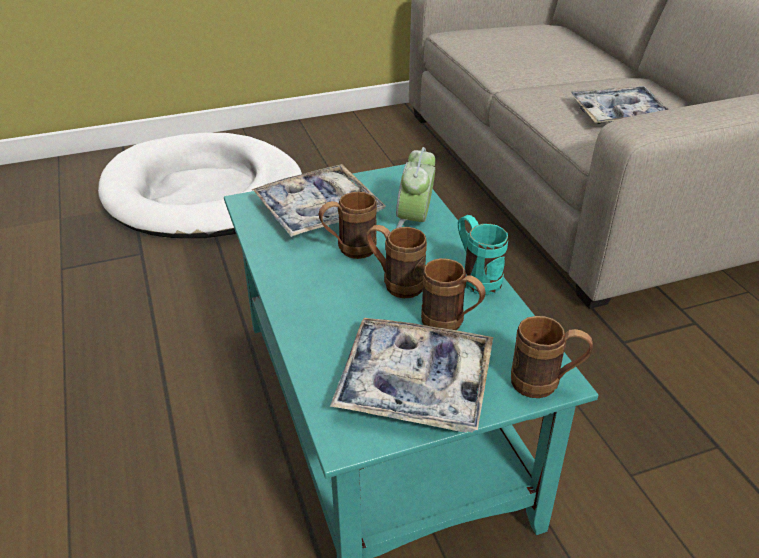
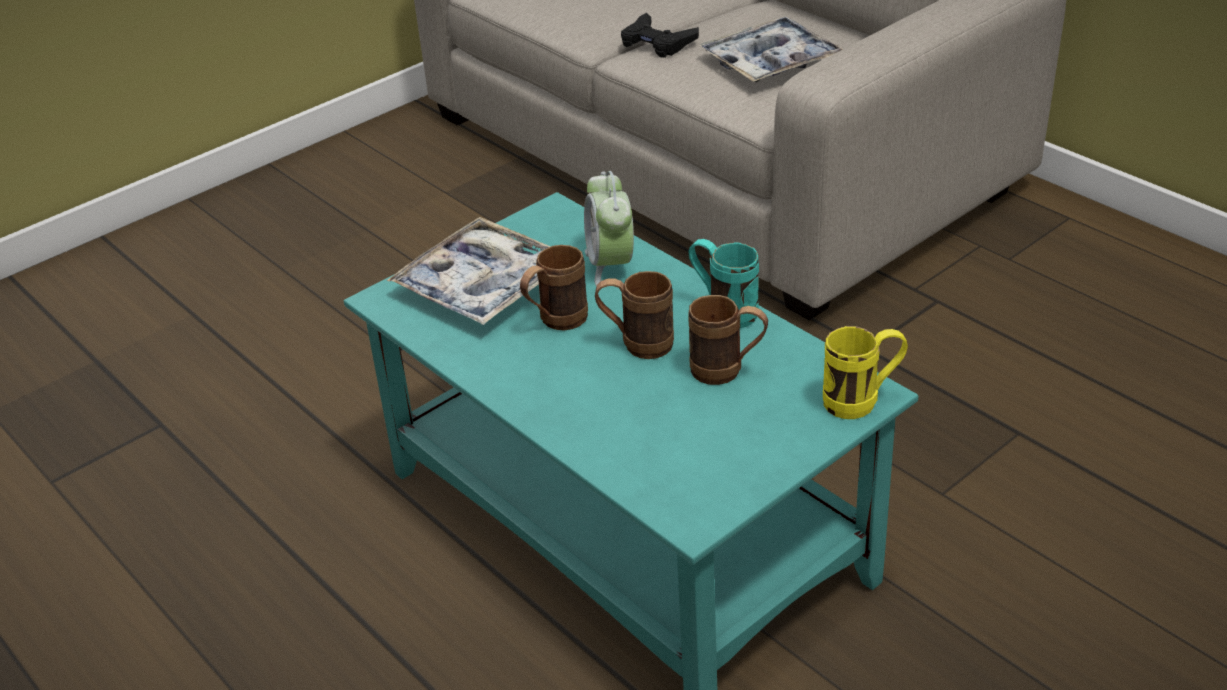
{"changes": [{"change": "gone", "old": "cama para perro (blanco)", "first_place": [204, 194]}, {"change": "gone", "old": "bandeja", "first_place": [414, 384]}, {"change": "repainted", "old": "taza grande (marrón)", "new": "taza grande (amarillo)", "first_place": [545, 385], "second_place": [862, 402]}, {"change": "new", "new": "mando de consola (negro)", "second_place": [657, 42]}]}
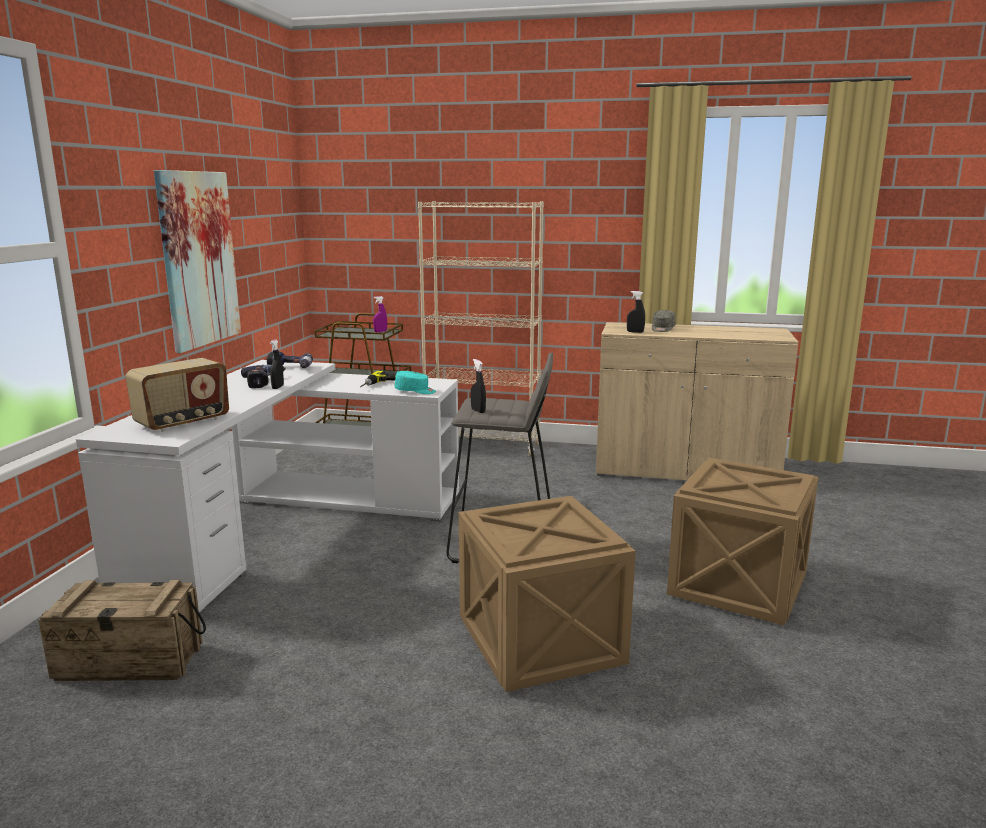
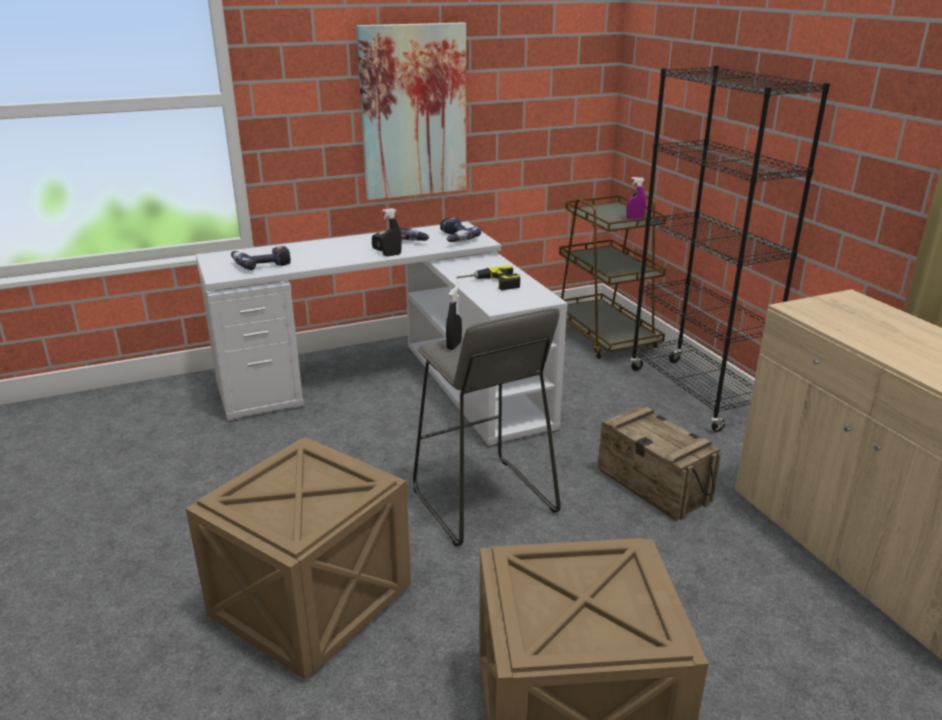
{"changes": [{"change": "shifted", "old": "caja de embalaje", "first_place": [130, 661], "second_place": [654, 485]}, {"change": "swapped", "old": "radio", "new": "taladro", "first_place": [183, 422], "second_place": [261, 264]}, {"change": "gone", "old": "gorra (turquesa)", "first_place": [415, 391]}, {"change": "repainted", "old": "estantería (beis)", "new": "estantería (negro)", "first_place": [483, 447], "second_place": [694, 394]}, {"change": "gone", "old": "pulverizador (negro)", "first_place": [635, 332]}, {"change": "gone", "old": "gorra (gris)", "first_place": [662, 329]}]}
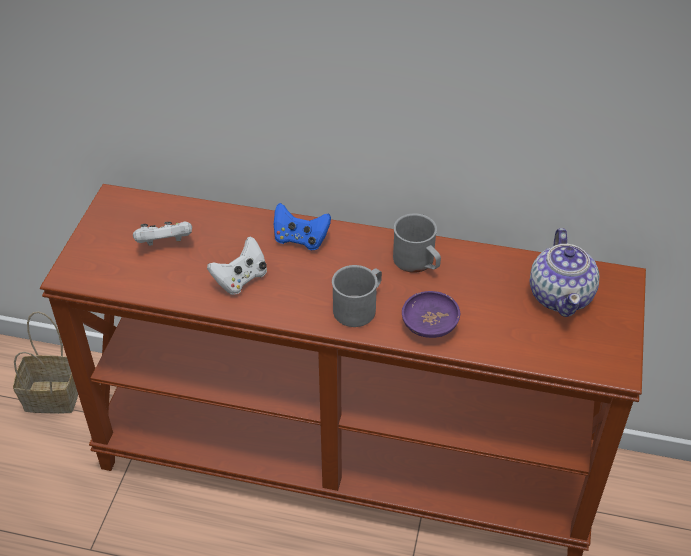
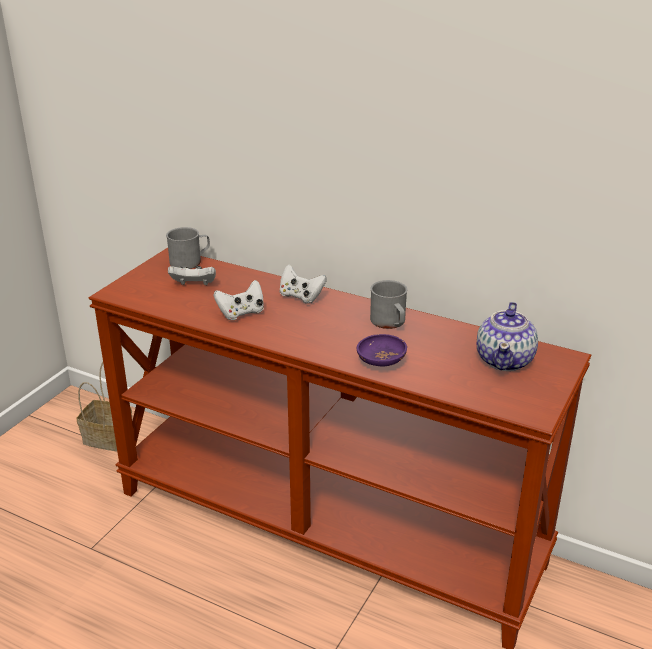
{"changes": [{"change": "repainted", "old": "mando de consola (azul)", "new": "mando de consola (blanco)", "first_place": [300, 239], "second_place": [301, 297]}, {"change": "shifted", "old": "taza grande (gris)", "first_place": [359, 307], "second_place": [190, 261]}]}
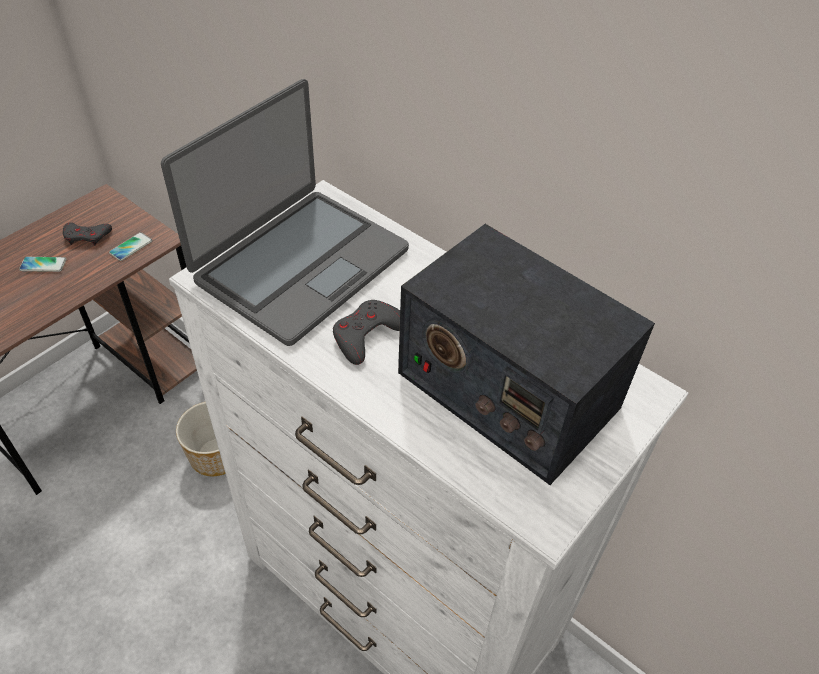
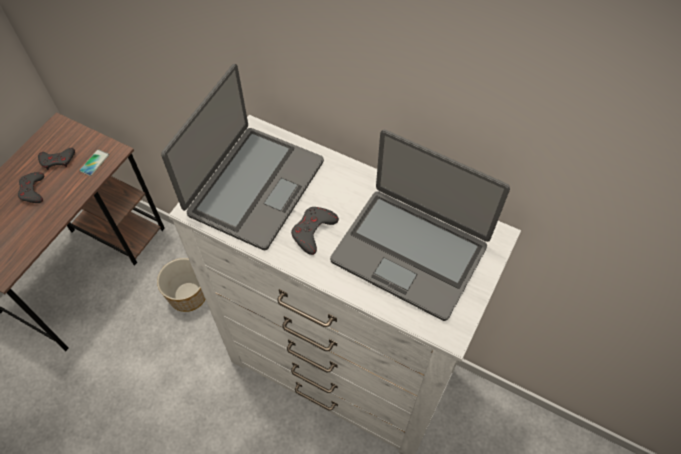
{"changes": [{"change": "swapped", "old": "móvil", "new": "mando de consola (gris)", "first_place": [43, 265], "second_place": [33, 190]}, {"change": "swapped", "old": "radio", "new": "portátil", "first_place": [506, 389], "second_place": [410, 252]}]}
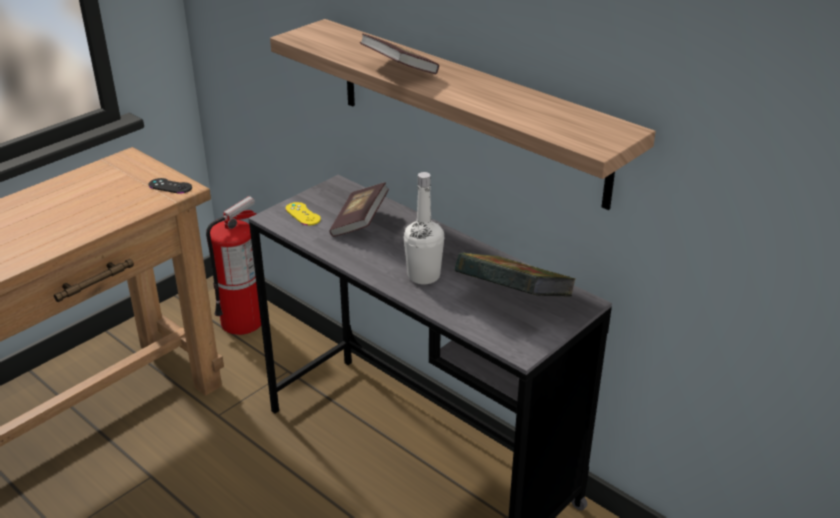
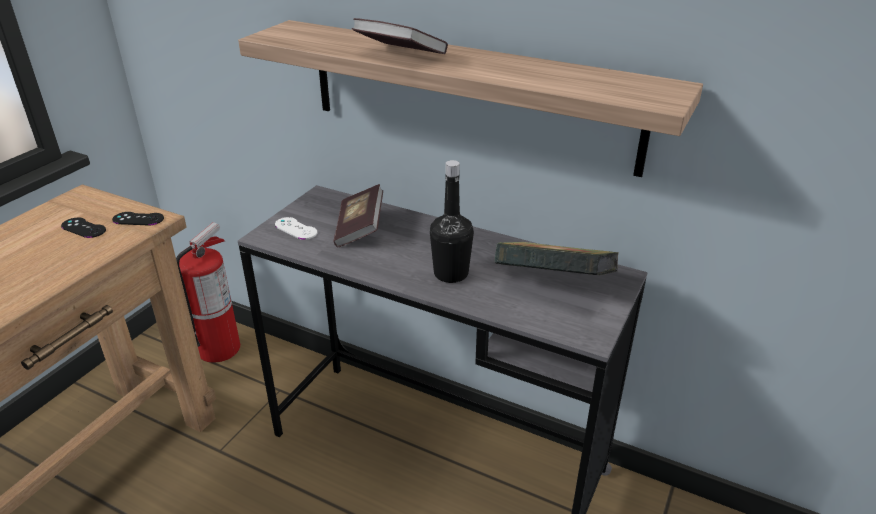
{"changes": [{"change": "repainted", "old": "mando de consola (amarillo)", "new": "mando de consola (blanco)", "first_place": [303, 214], "second_place": [296, 228]}, {"change": "repainted", "old": "botella (blanco)", "new": "botella (negro)", "first_place": [423, 276], "second_place": [451, 274]}, {"change": "new", "new": "mando de consola (negro)", "second_place": [83, 228]}]}
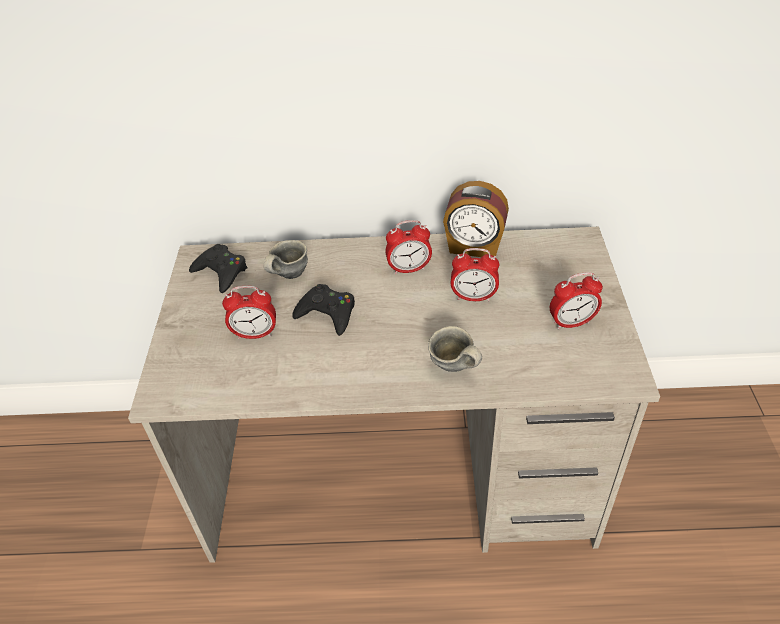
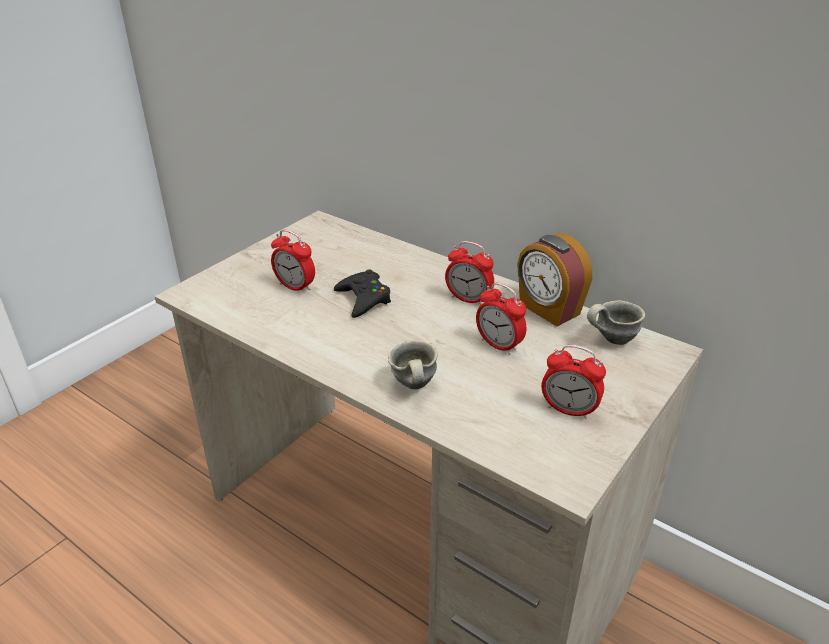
{"changes": [{"change": "gone", "old": "mando de consola (negro)", "first_place": [221, 272]}, {"change": "shifted", "old": "taza grande (gris)", "first_place": [287, 275], "second_place": [610, 339]}]}
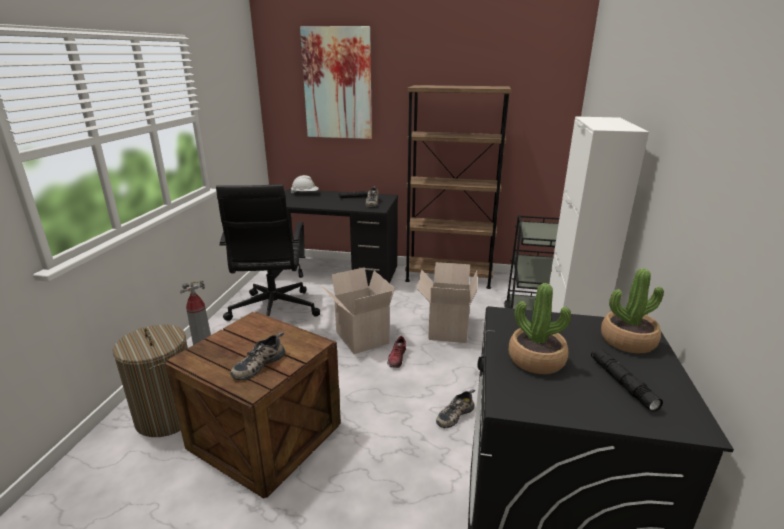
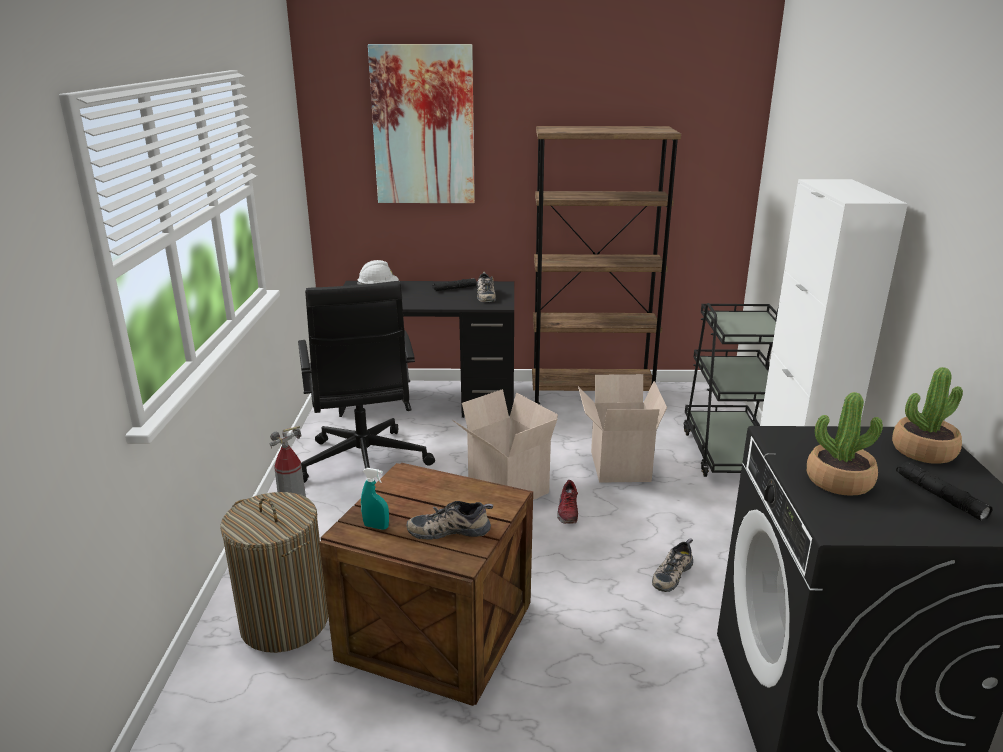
{"changes": [{"change": "rotated", "old": "zapato", "first_place": [258, 364], "second_place": [450, 529], "degrees": 60}, {"change": "new", "new": "pulverizador (turquesa)", "second_place": [376, 526]}]}
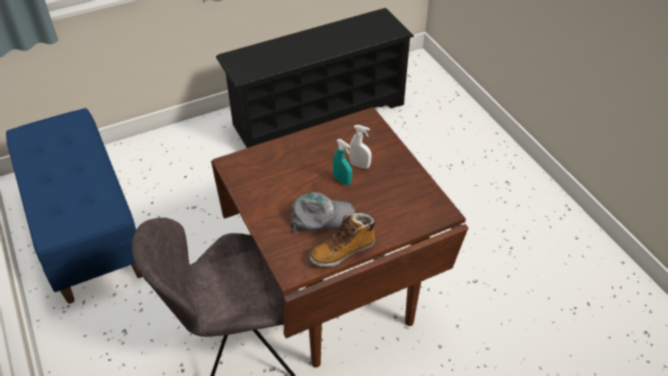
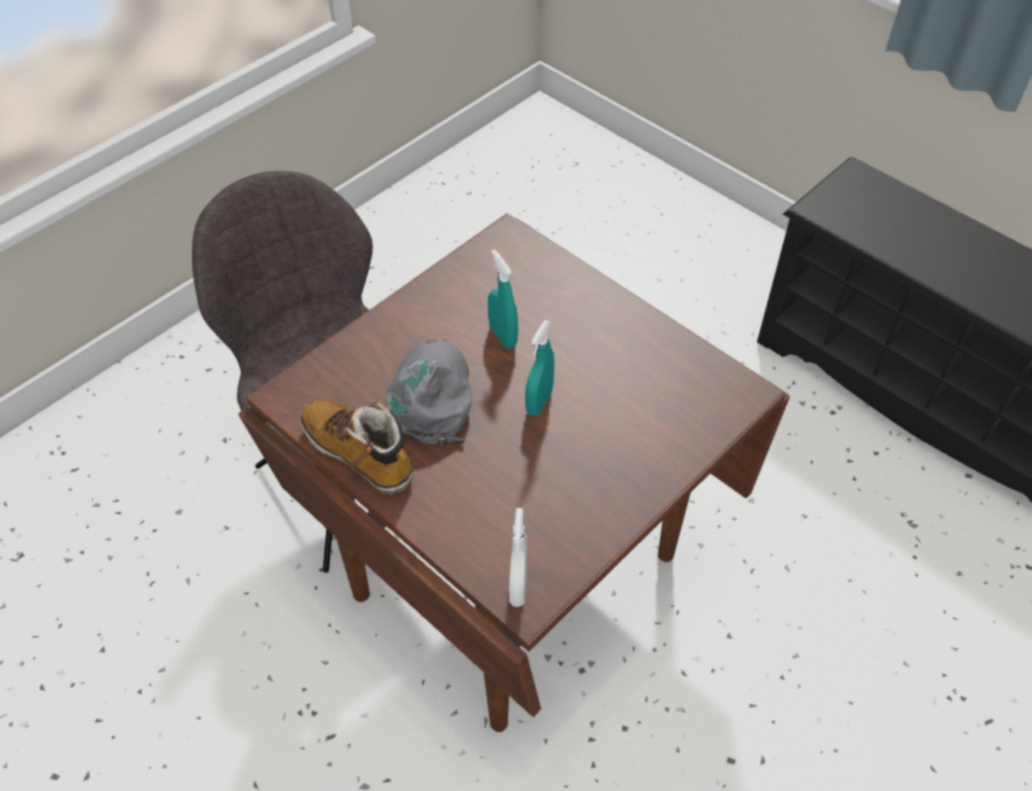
{"changes": [{"change": "gone", "old": "banco (azul)", "first_place": [85, 229]}, {"change": "rotated", "old": "gorra (gris)", "first_place": [321, 217], "second_place": [431, 397], "degrees": -150}, {"change": "shifted", "old": "pulverizador (blanco)", "first_place": [359, 165], "second_place": [518, 587]}, {"change": "new", "new": "pulverizador (turquesa)", "second_place": [503, 336]}]}
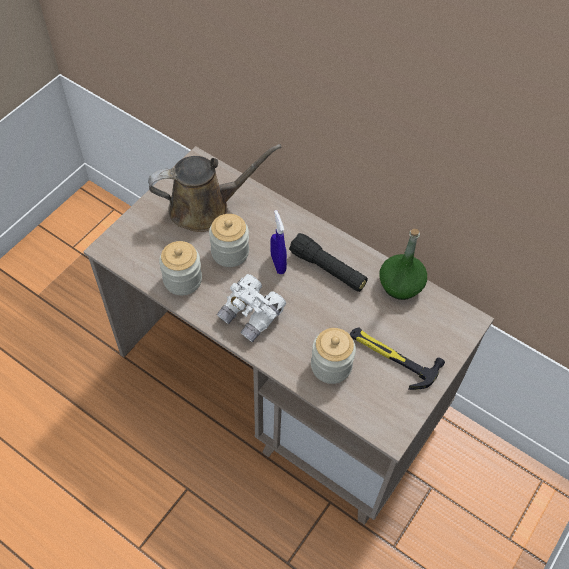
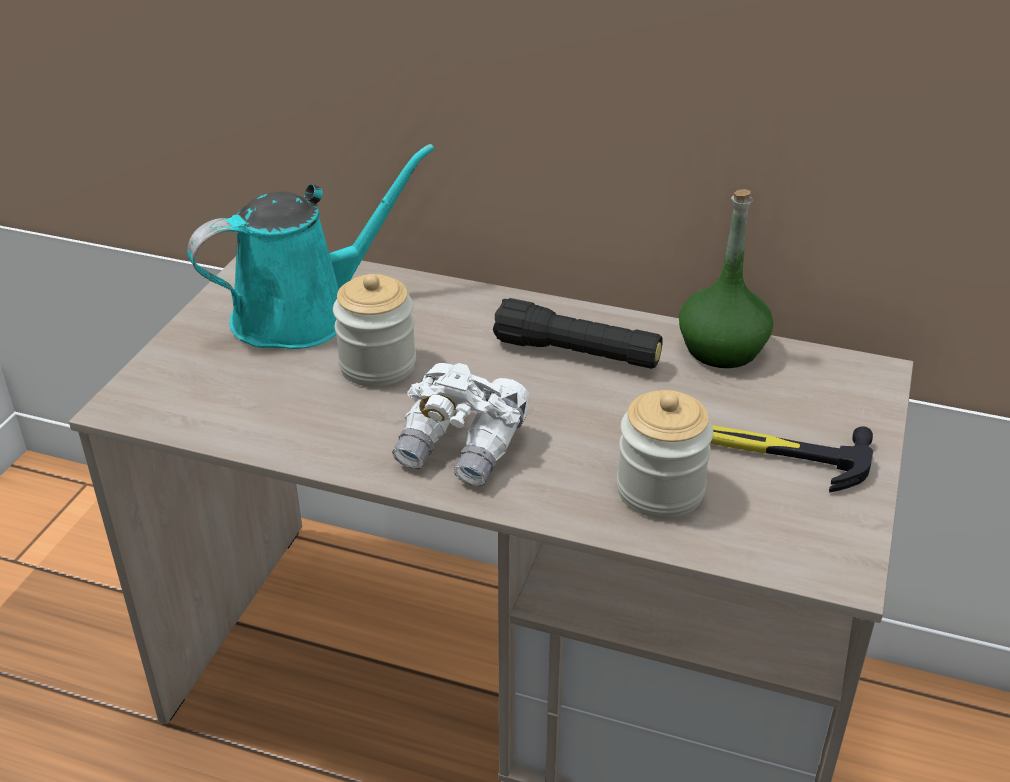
{"changes": [{"change": "repainted", "old": "regadera (marrón)", "new": "regadera (turquesa)", "first_place": [205, 207], "second_place": [303, 314]}, {"change": "gone", "old": "tarro", "first_place": [182, 279]}, {"change": "gone", "old": "pulverizador (azul)", "first_place": [278, 264]}]}
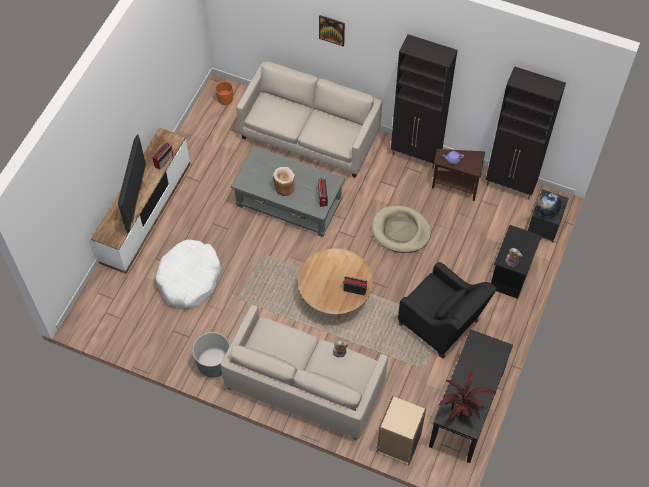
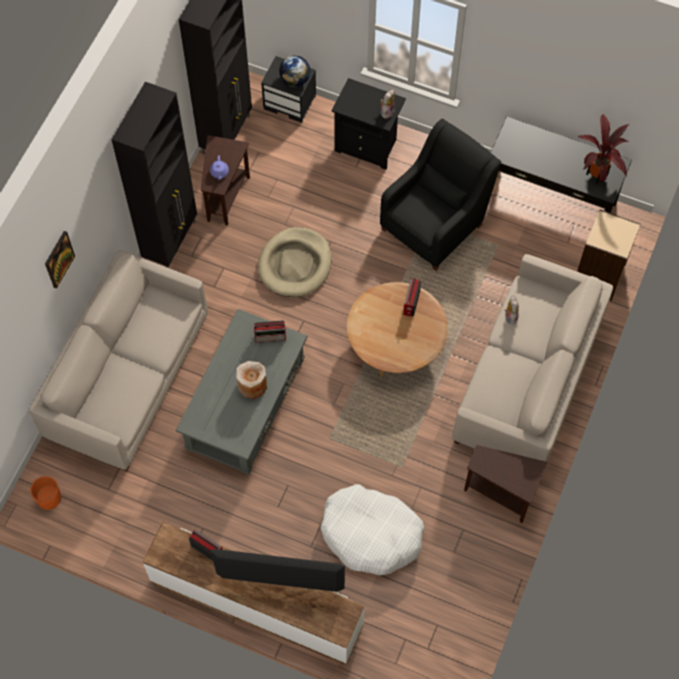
{"changes": [{"change": "swapped", "old": "maceta (gris)", "new": "mesa auxiliar (marrón)", "first_place": [214, 363], "second_place": [502, 494]}]}
